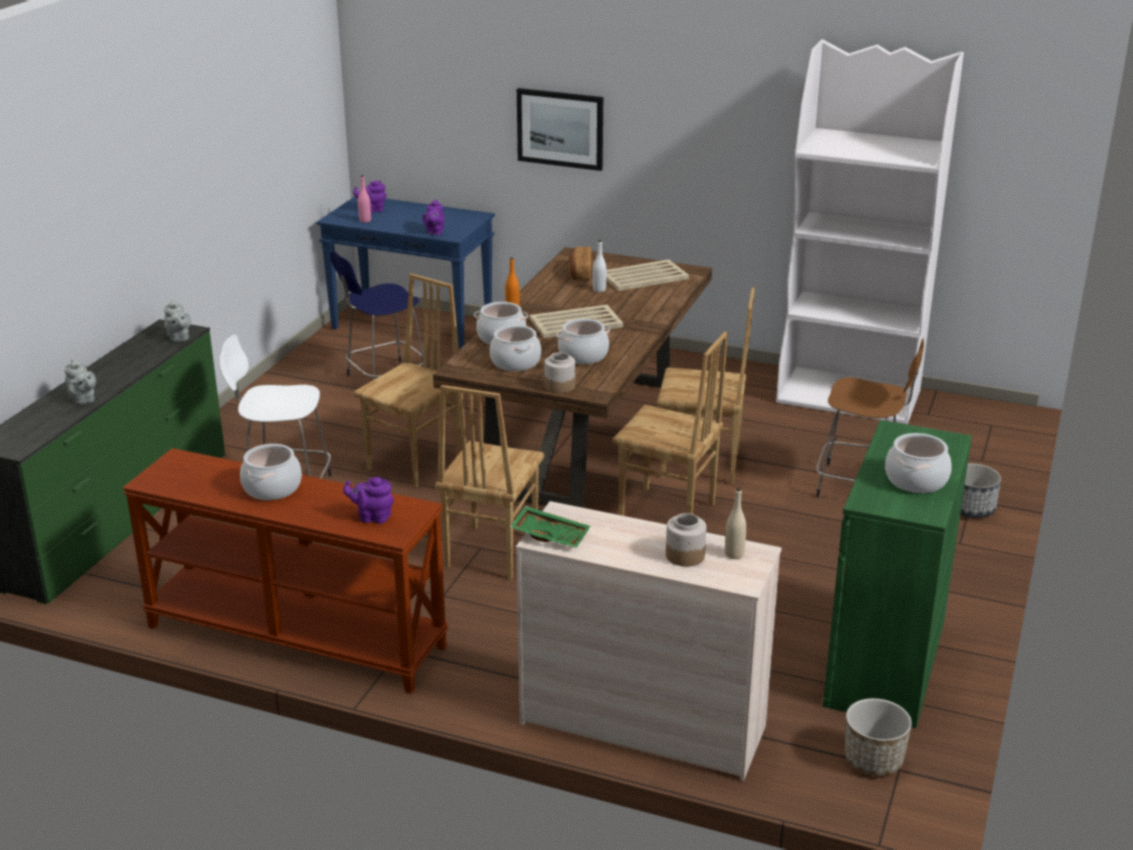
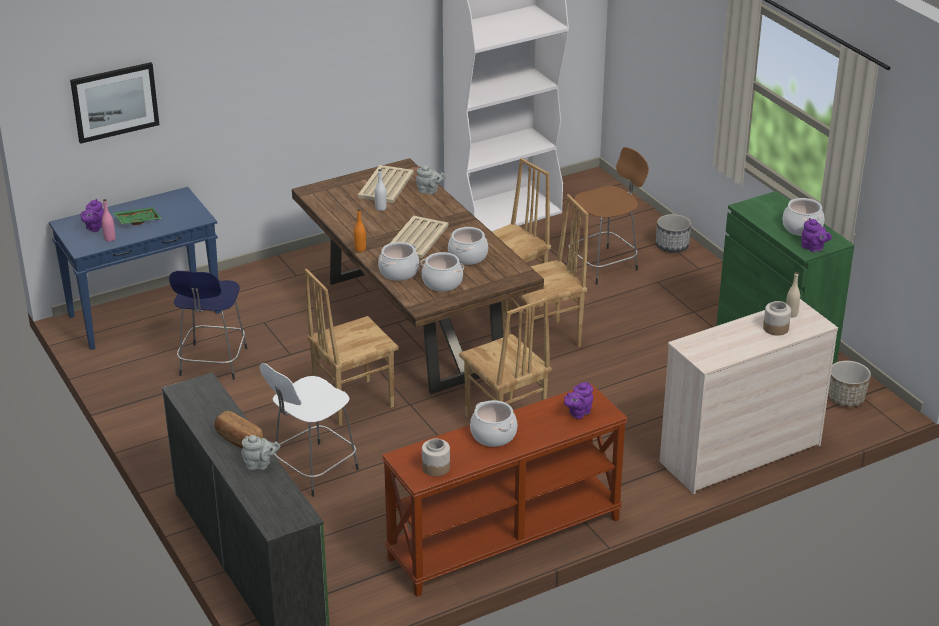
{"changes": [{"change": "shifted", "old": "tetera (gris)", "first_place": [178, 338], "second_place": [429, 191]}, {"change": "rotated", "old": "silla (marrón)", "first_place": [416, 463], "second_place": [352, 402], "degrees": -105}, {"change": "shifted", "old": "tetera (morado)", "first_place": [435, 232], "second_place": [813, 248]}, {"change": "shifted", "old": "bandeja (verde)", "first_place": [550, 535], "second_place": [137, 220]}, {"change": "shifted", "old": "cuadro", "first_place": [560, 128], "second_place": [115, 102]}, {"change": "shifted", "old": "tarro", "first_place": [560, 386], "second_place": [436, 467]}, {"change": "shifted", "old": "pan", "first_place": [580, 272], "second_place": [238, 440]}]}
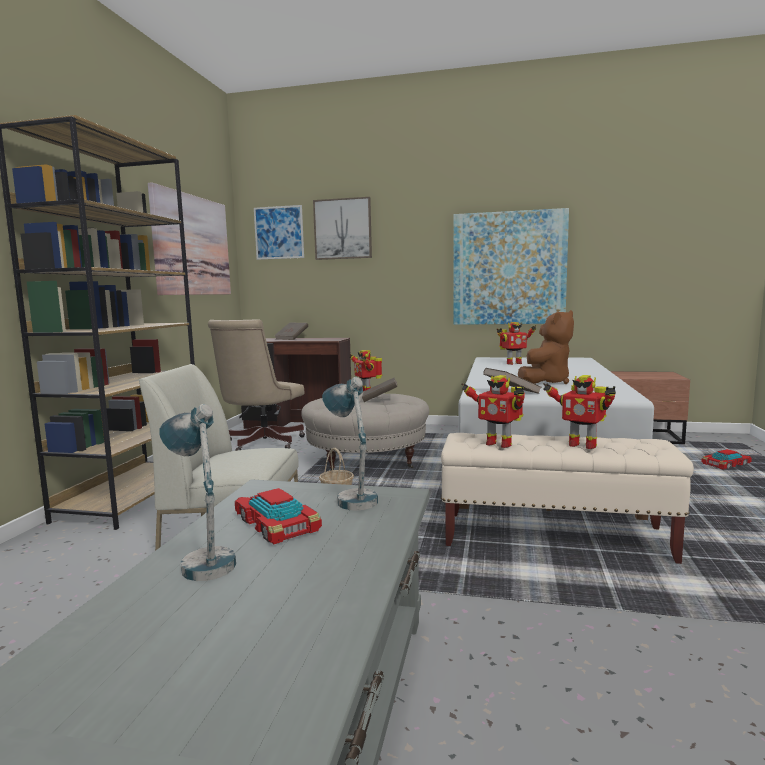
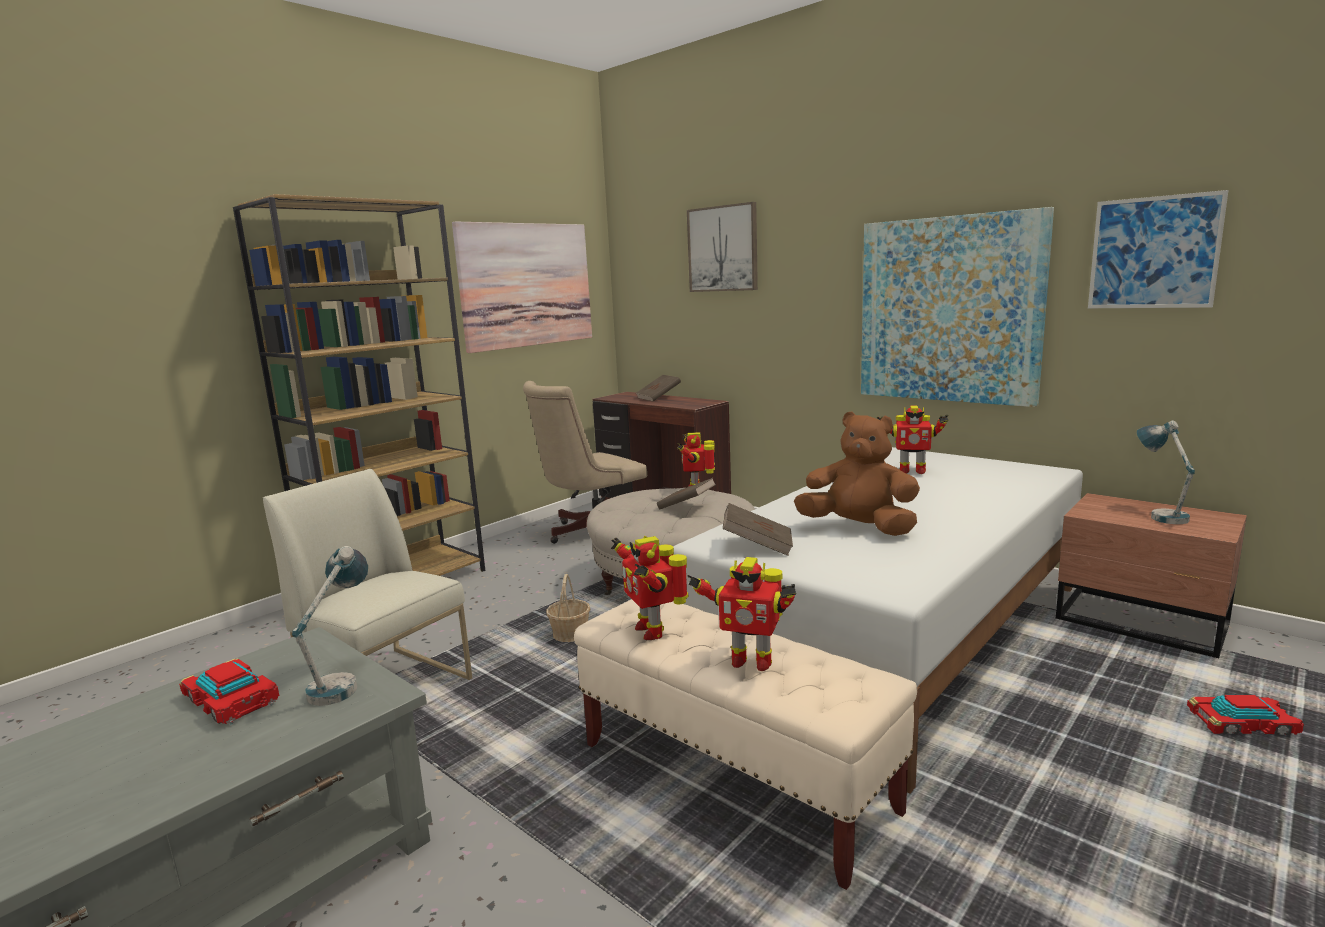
{"changes": [{"change": "shifted", "old": "lámpara de mesa", "first_place": [202, 558], "second_place": [1159, 514]}, {"change": "rotated", "old": "coche de juguete", "first_place": [277, 523], "second_place": [230, 700], "degrees": 135}, {"change": "shifted", "old": "cuadro", "first_place": [279, 232], "second_place": [1153, 253]}, {"change": "rotated", "old": "peluche (marrón)", "first_place": [546, 382], "second_place": [859, 528], "degrees": -135}, {"change": "rotated", "old": "robot de juguete", "first_place": [581, 445], "second_place": [750, 661], "degrees": -45}]}
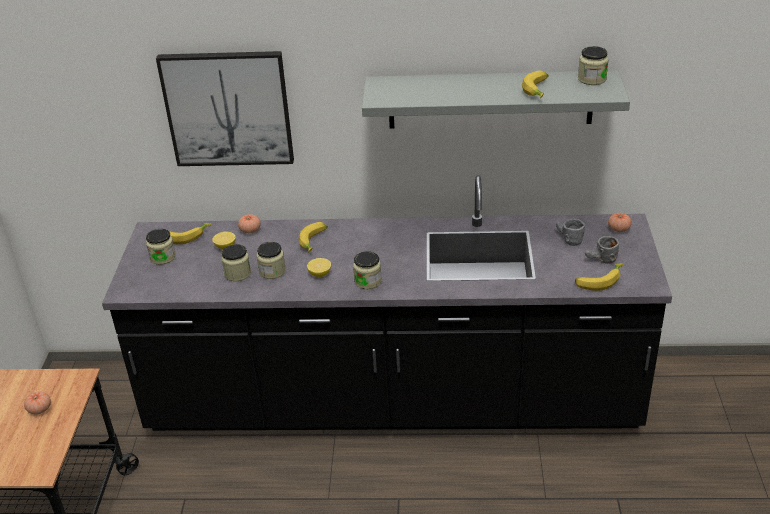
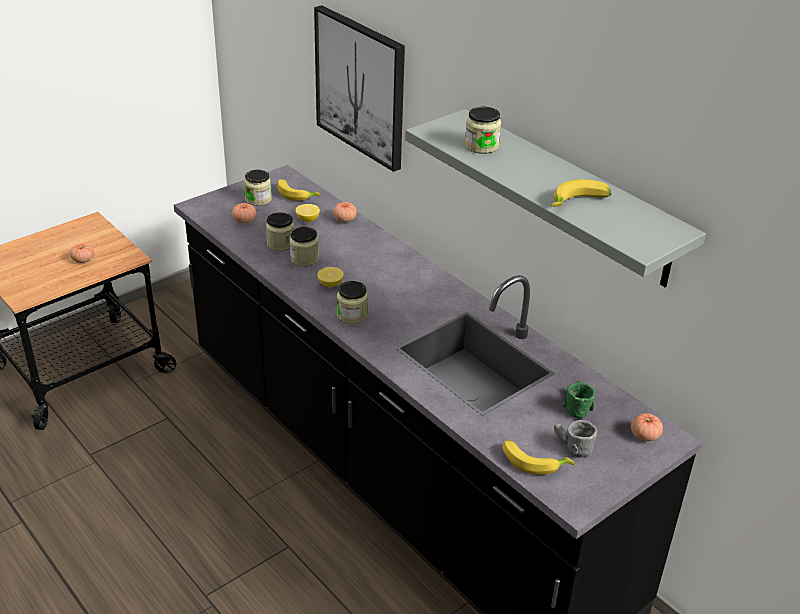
{"changes": [{"change": "gone", "old": "plátano", "first_place": [314, 242]}, {"change": "repainted", "old": "taza grande (gris)", "new": "taza grande (verde)", "first_place": [567, 239], "second_place": [576, 406]}, {"change": "shifted", "old": "tarro", "first_place": [592, 79], "second_place": [481, 146]}, {"change": "new", "new": "tomate", "second_place": [244, 220]}]}
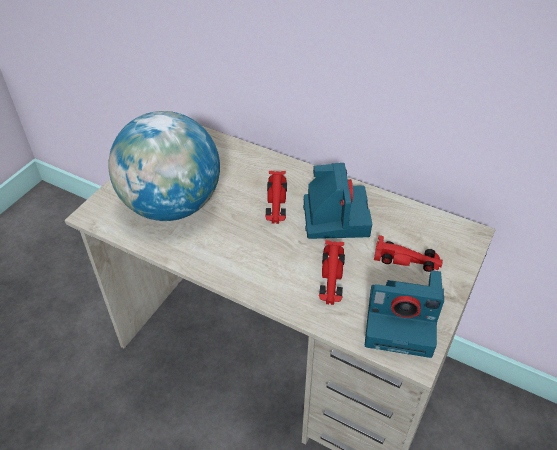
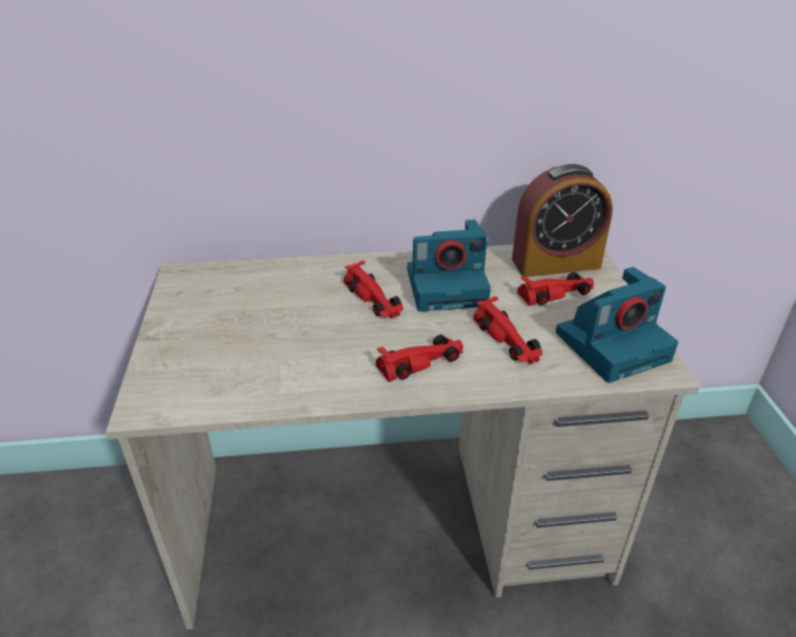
{"changes": [{"change": "gone", "old": "globo terráqueo", "first_place": [172, 205]}, {"change": "rotated", "old": "cámara", "first_place": [335, 216], "second_place": [448, 286], "degrees": 120}, {"change": "new", "new": "coche de juguete (rojo)", "second_place": [422, 361]}, {"change": "new", "new": "despertador", "second_place": [556, 263]}]}
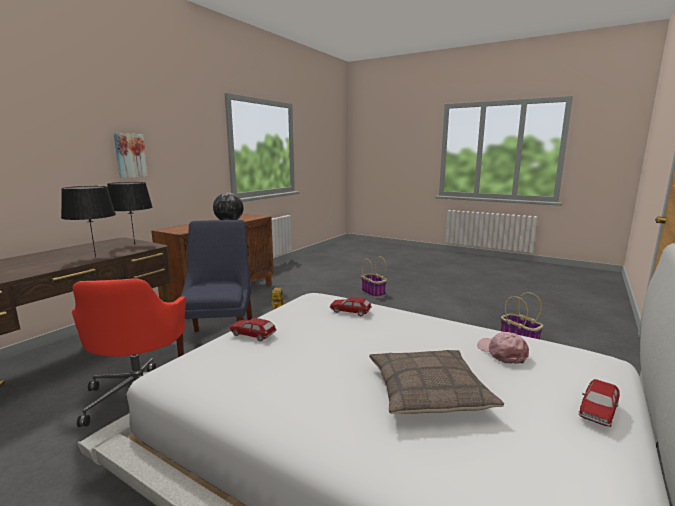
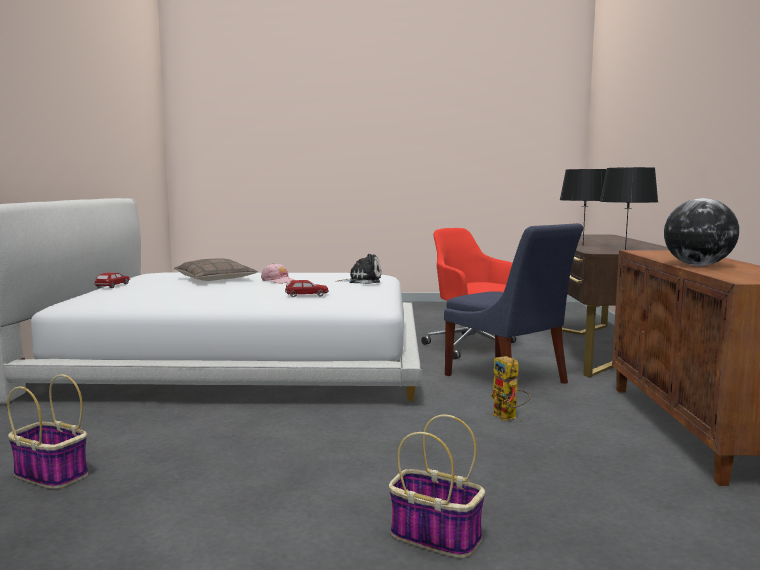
{"changes": [{"change": "gone", "old": "cuadro", "first_place": [130, 155]}, {"change": "swapped", "old": "coche de juguete", "new": "peluche", "first_place": [252, 334], "second_place": [362, 281]}, {"change": "shifted", "old": "gorra (rosa)", "first_place": [502, 352], "second_place": [279, 281]}]}
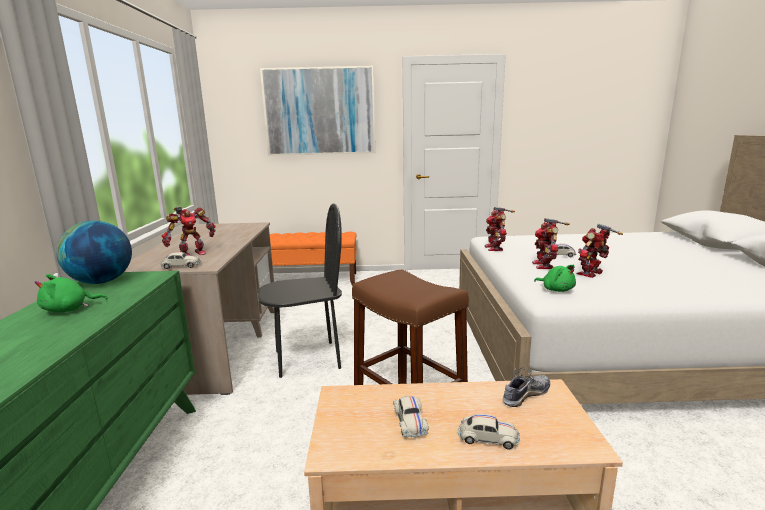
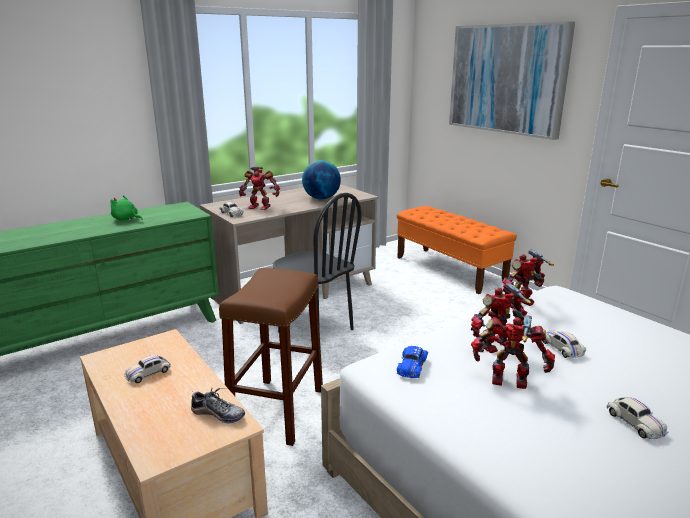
{"changes": [{"change": "shifted", "old": "globo terráqueo", "first_place": [101, 282], "second_place": [321, 198]}, {"change": "shifted", "old": "coche de juguete (blanco)", "first_place": [488, 438], "second_place": [634, 423]}, {"change": "swapped", "old": "peluche (verde)", "new": "coche de juguete (azul)", "first_place": [556, 289], "second_place": [412, 367]}]}
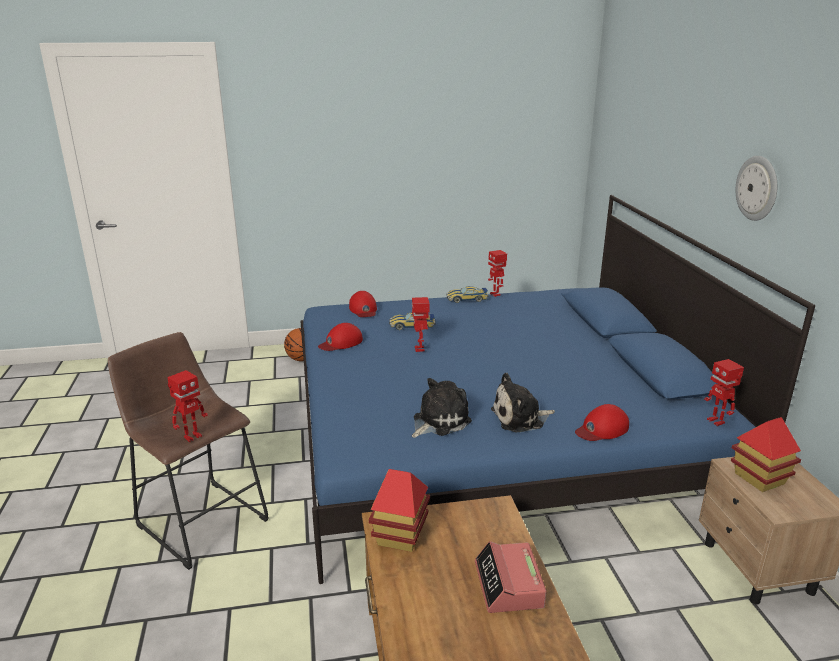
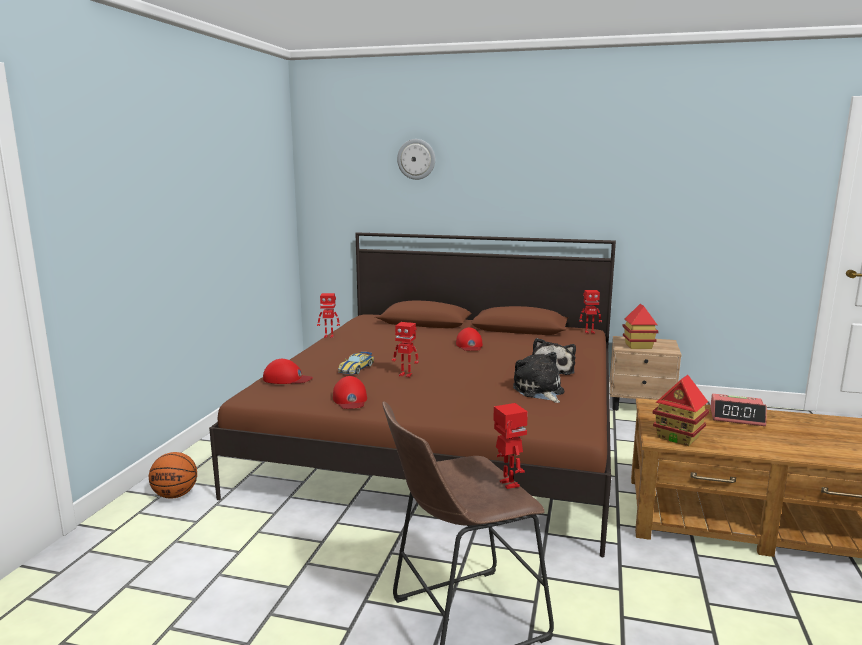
{"changes": [{"change": "repainted", "old": "cama (azul)", "new": "cama (marrón)", "first_place": [493, 437], "second_place": [446, 436]}, {"change": "gone", "old": "coche de juguete", "first_place": [467, 299]}, {"change": "shifted", "old": "gorra (rojo)", "first_place": [601, 429], "second_place": [469, 345]}, {"change": "shifted", "old": "reloj de pared", "first_place": [757, 188], "second_place": [416, 159]}]}
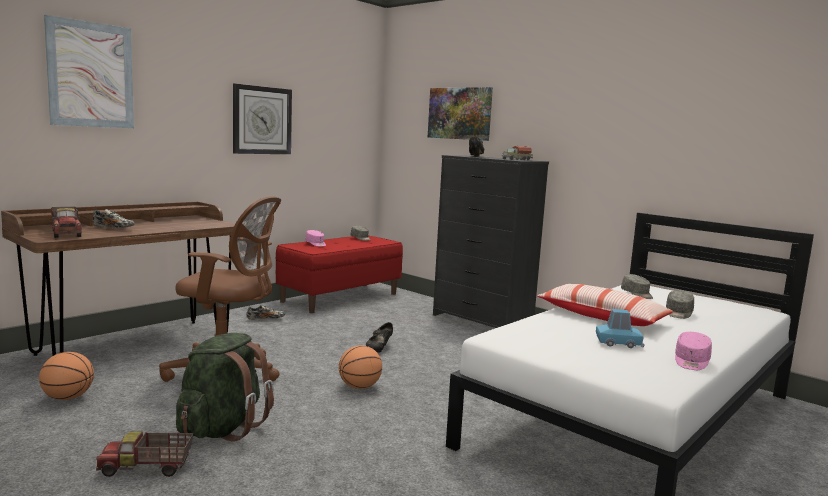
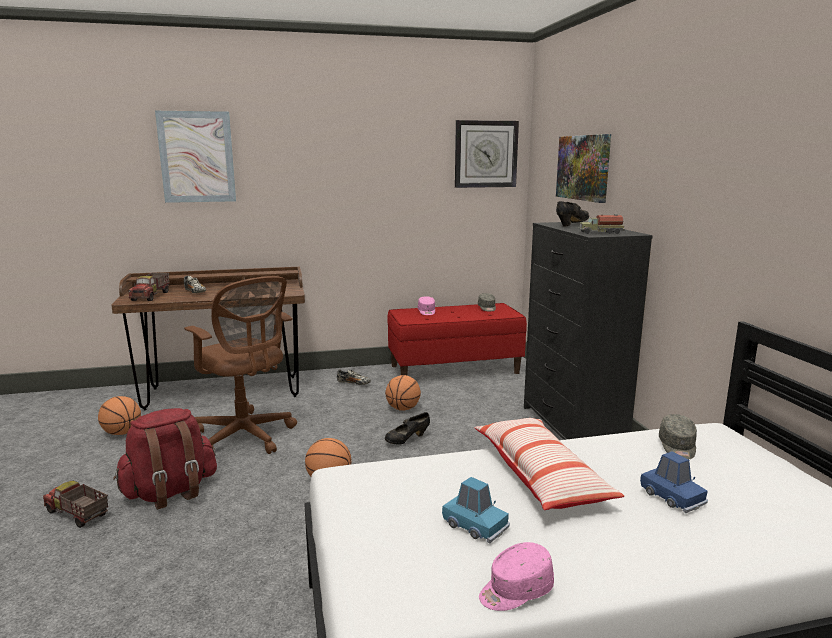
{"changes": [{"change": "repainted", "old": "mochila (verde)", "new": "mochila (rojo)", "first_place": [222, 428], "second_place": [170, 492]}, {"change": "shifted", "old": "reloj de pared", "first_place": [262, 120], "second_place": [485, 154]}, {"change": "swapped", "old": "gorra (gris)", "new": "coche de juguete (azul)", "first_place": [678, 313], "second_place": [672, 497]}, {"change": "new", "new": "balón de baloncesto", "second_place": [403, 409]}]}
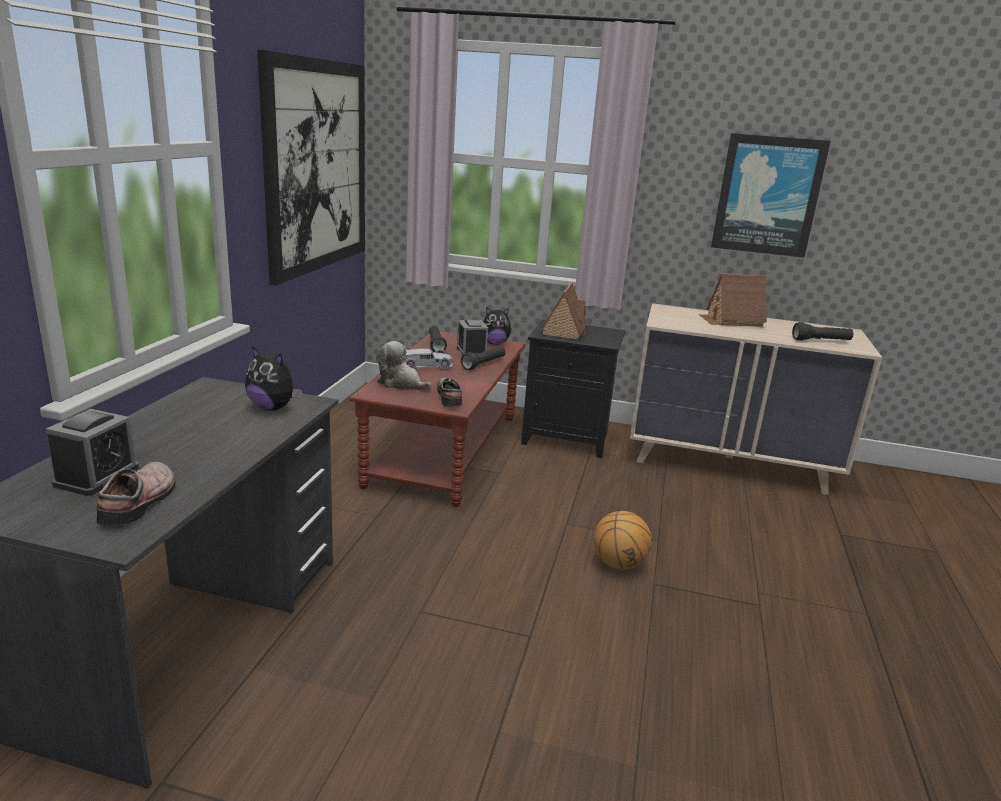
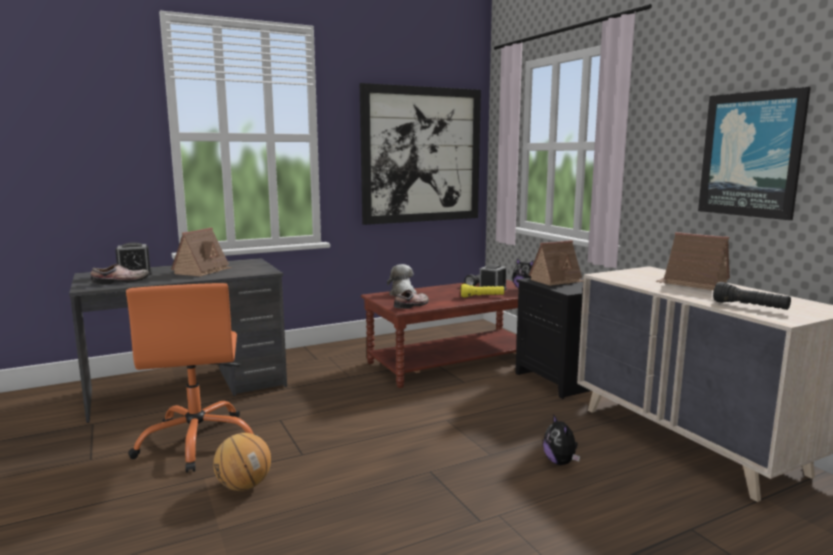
{"changes": [{"change": "shifted", "old": "peluche", "first_place": [273, 407], "second_place": [560, 462]}, {"change": "gone", "old": "coche de juguete (blanco)", "first_place": [426, 365]}, {"change": "repainted", "old": "linterna (negro)", "new": "linterna (amarillo)", "first_place": [483, 364], "second_place": [482, 297]}, {"change": "shifted", "old": "balón de baloncesto", "first_place": [618, 564], "second_place": [243, 486]}, {"change": "new", "new": "silla de oficina (naranja)", "second_place": [198, 441]}, {"change": "new", "new": "casita", "second_place": [203, 271]}]}
